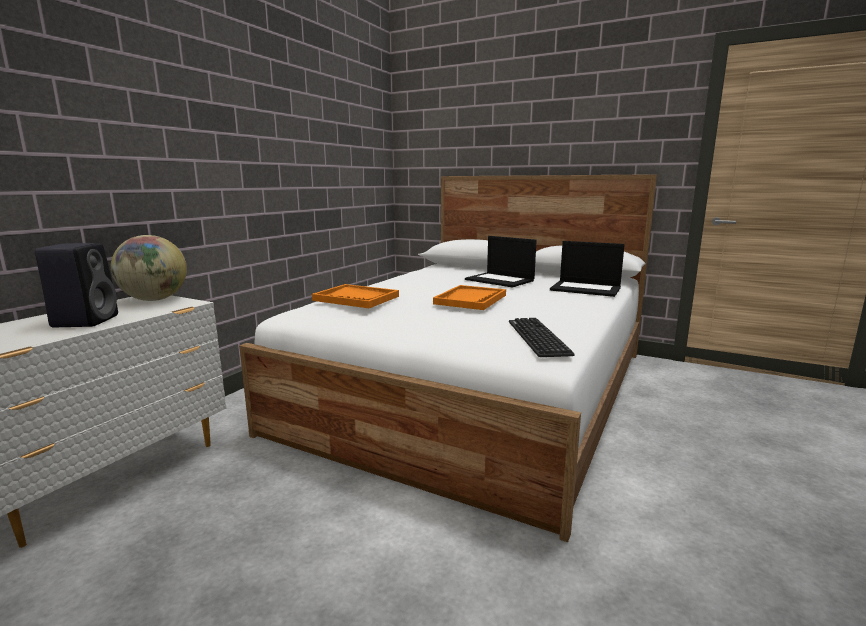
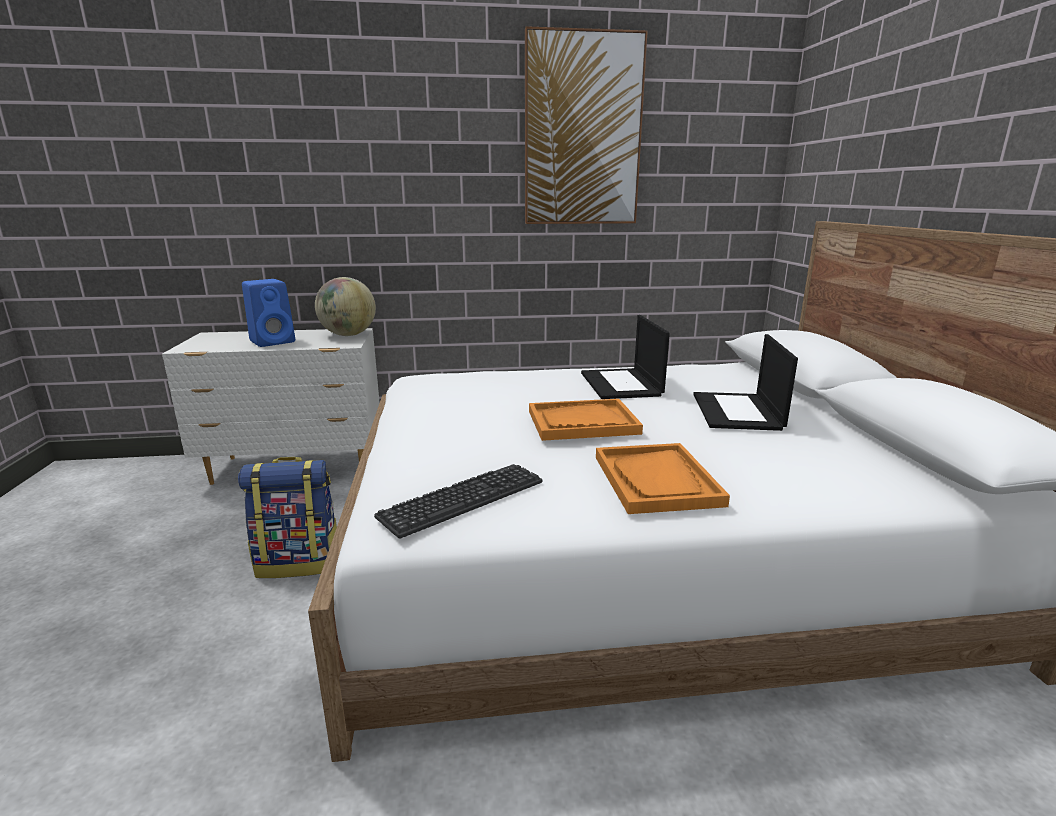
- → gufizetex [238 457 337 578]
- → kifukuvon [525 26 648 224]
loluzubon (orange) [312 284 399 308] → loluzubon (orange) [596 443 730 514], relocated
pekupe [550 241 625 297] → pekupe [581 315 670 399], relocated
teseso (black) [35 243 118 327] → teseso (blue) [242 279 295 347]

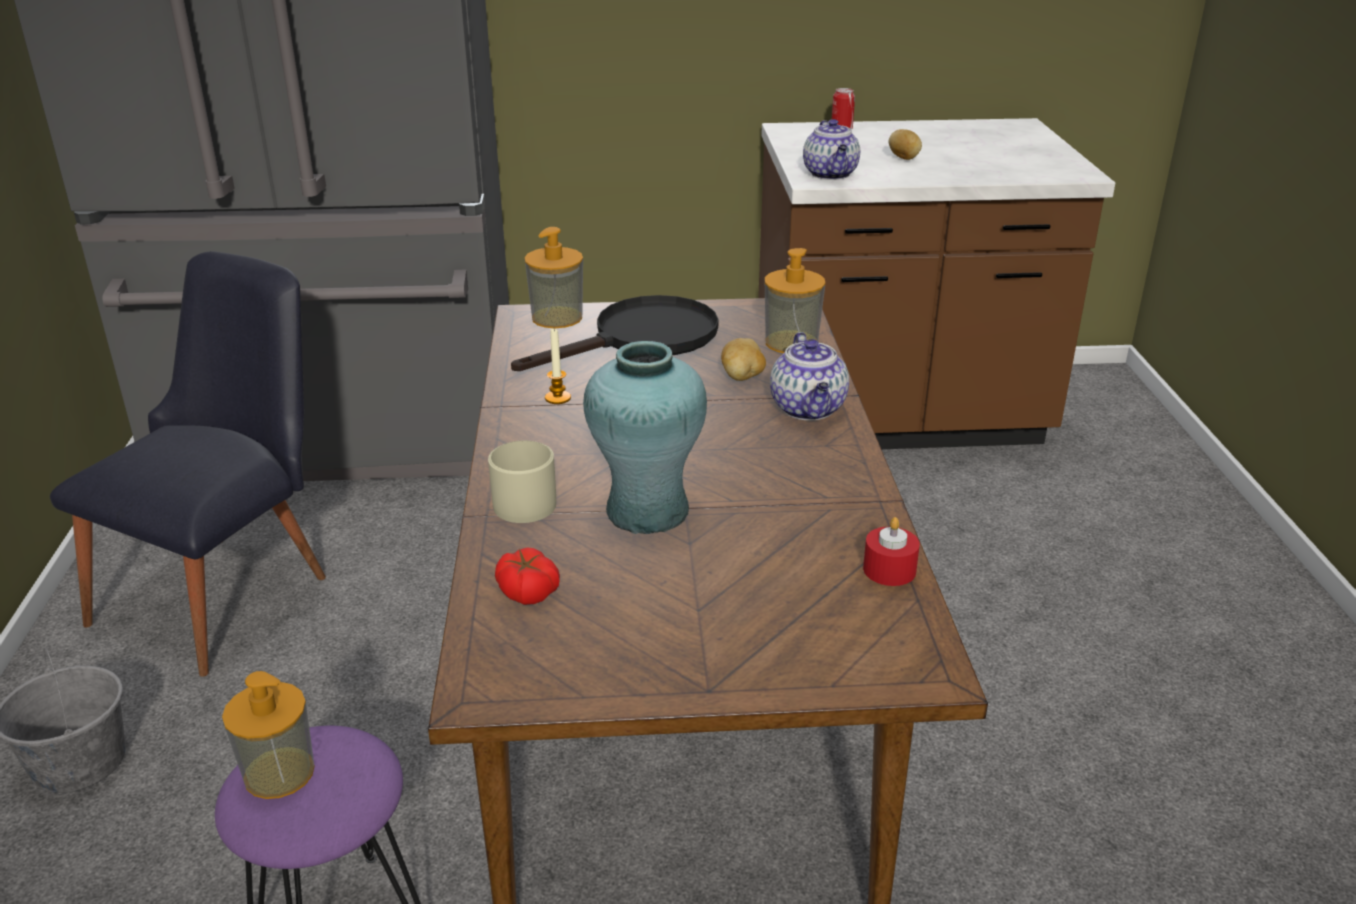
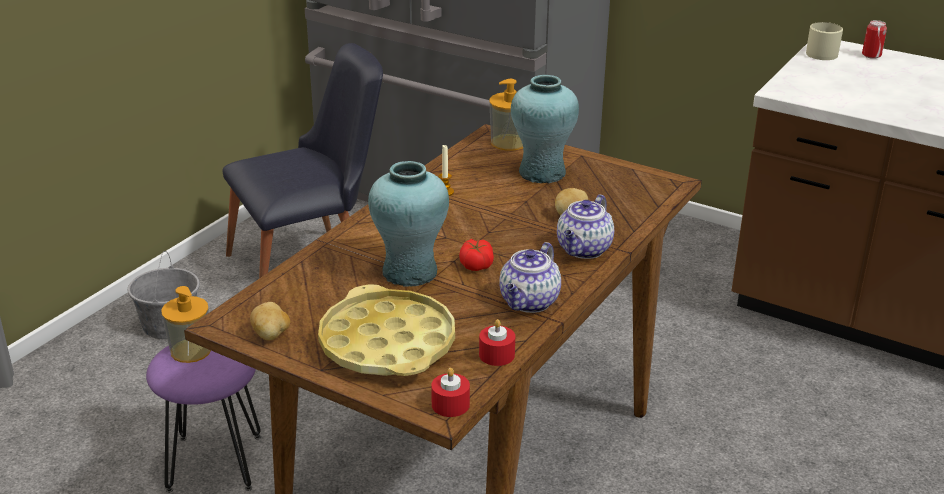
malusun [764 248 825 353] → -
- → loluzubon (yellow) [318 284 455 376]
- → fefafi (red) [431 368 470 417]
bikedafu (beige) [488 440 556 523] → bikedafu (beige) [806 22 843 60], relocated
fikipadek [495 547 560 605] → fikipadek [459 239 494 271], relocated
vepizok [803 119 860 180] → vepizok [499 242 561 313], relocated
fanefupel [888 129 922 160] → fanefupel [250 302 290 340], relocated
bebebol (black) [511 295 718 371] → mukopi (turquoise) [511 75 579 183]

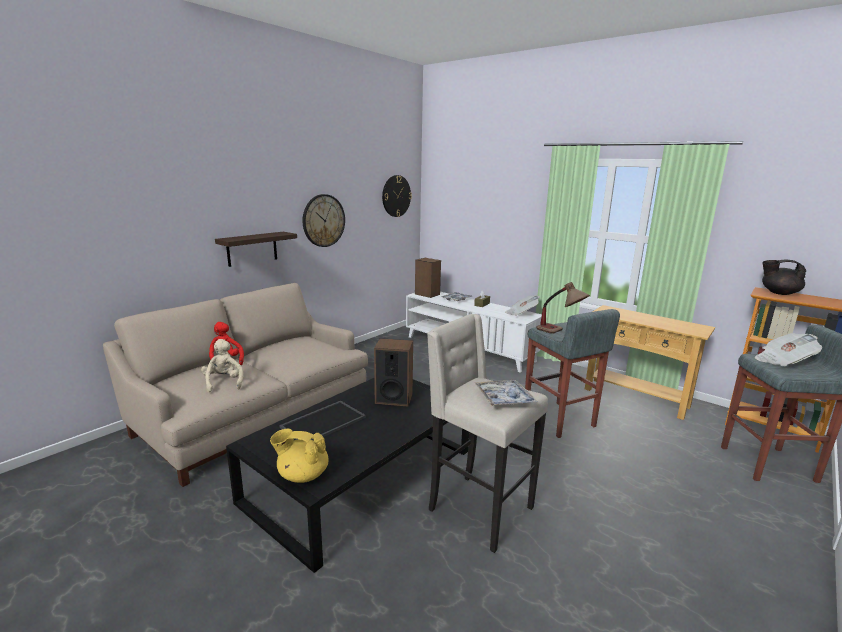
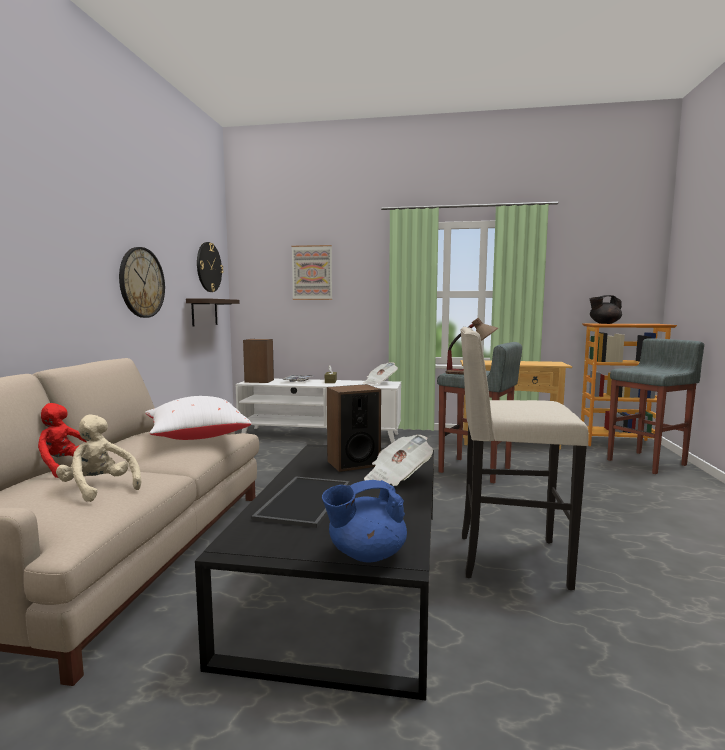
loluzubon [475 380 538 406] → -
- → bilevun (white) [145 396 251 440]
- → kifukuvon [292 245 332 300]
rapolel [215 232 297 267] → rapolel [186 298 240 327], relocated
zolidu [755 333 822 367] → zolidu [364 435 433 486], relocated
vepizok (yellow) [270 429 328 483] → vepizok (blue) [322 480 407 563]

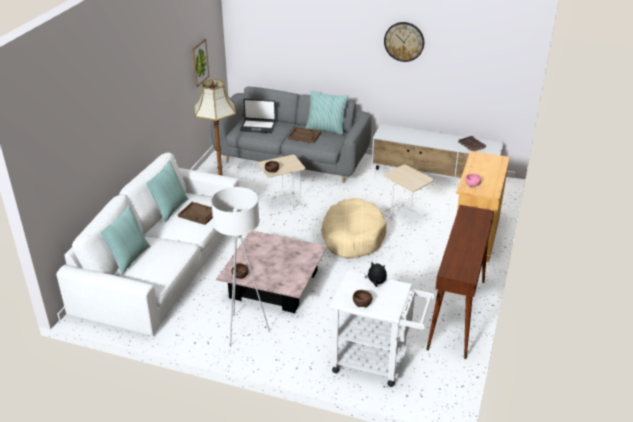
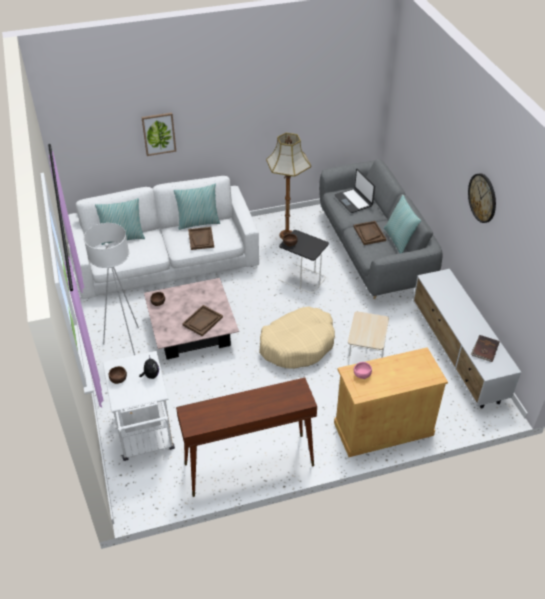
- → loluzubon (brown) [182 305 223 337]
kifukuvon [191 39 209 87] → kifukuvon [141 113 176 156], relocated
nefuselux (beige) [258 155 305 215] → nefuselux (black) [278 230 329 294]

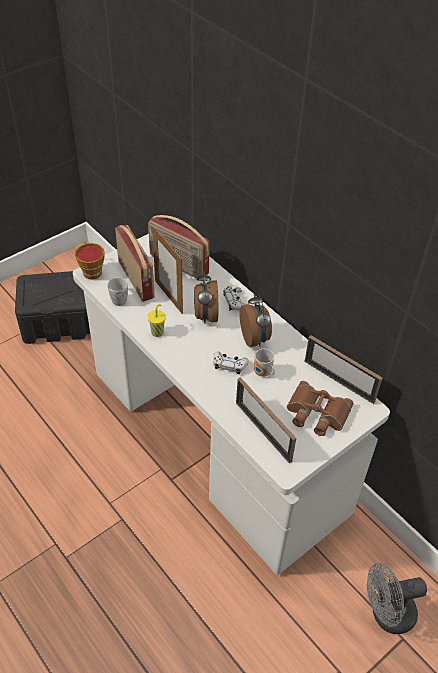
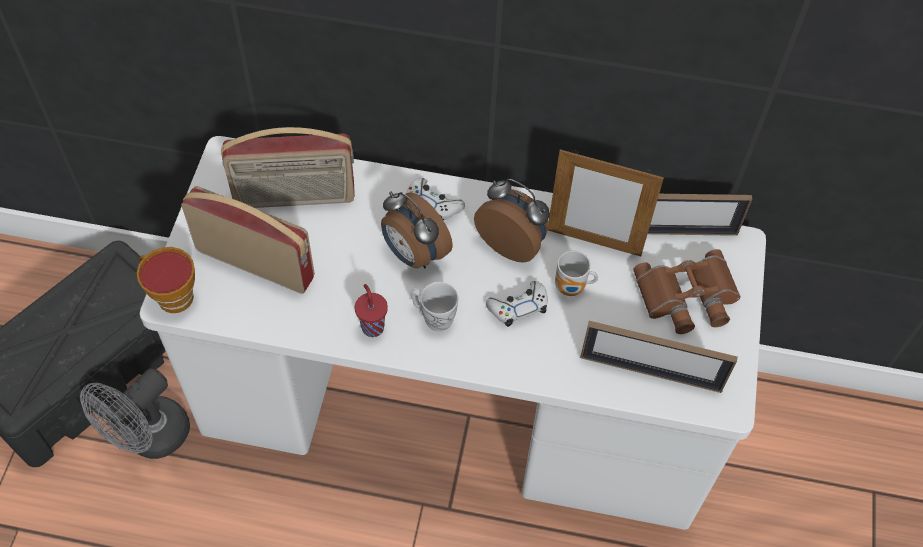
bikedafu (white) [108 277 128 306] → bikedafu (white) [411 282 458 331], relocated
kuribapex [152 226 183 314] → kuribapex [548 150 664 257], relocated
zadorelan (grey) [367 563 427 634] → zadorelan (grey) [80 368 190 459], relocated
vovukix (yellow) [148 304 166 337] → vovukix (red) [355 284 388 337]

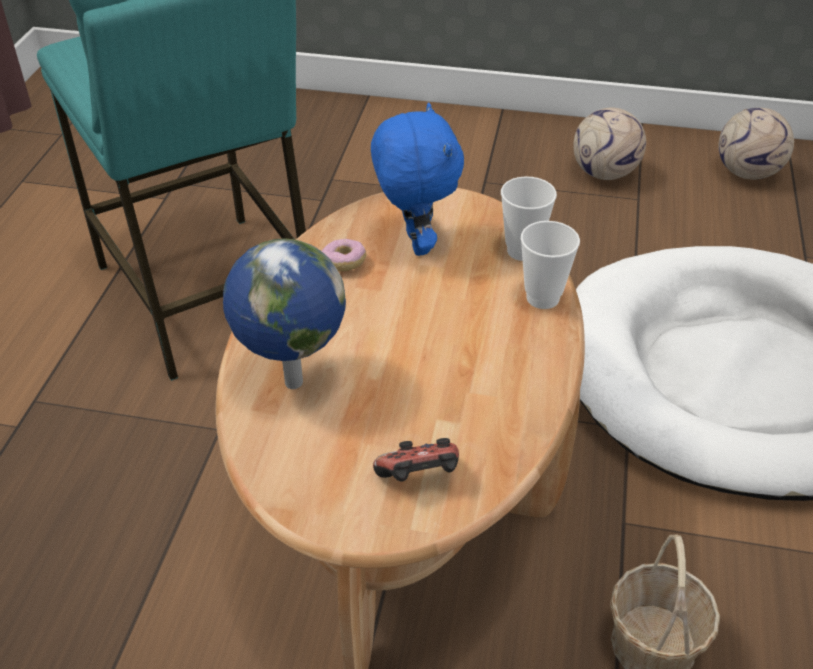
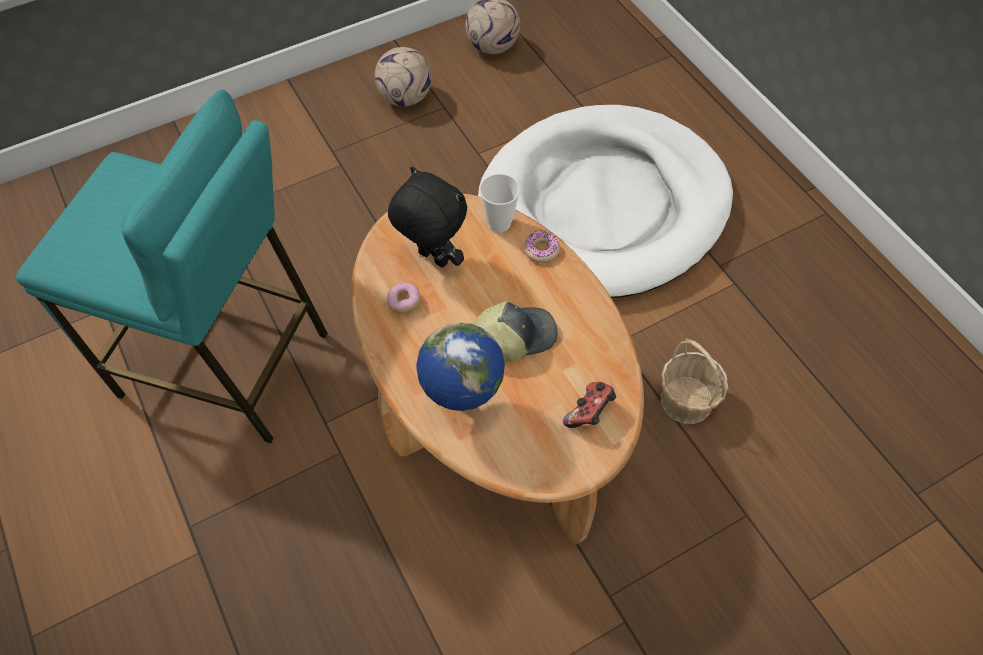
- → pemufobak [475 301 557 362]
vovukix [521 221 580 309] → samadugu [524 230 560 263]
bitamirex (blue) [371 102 464 256] → bitamirex (black) [388 167 467 268]

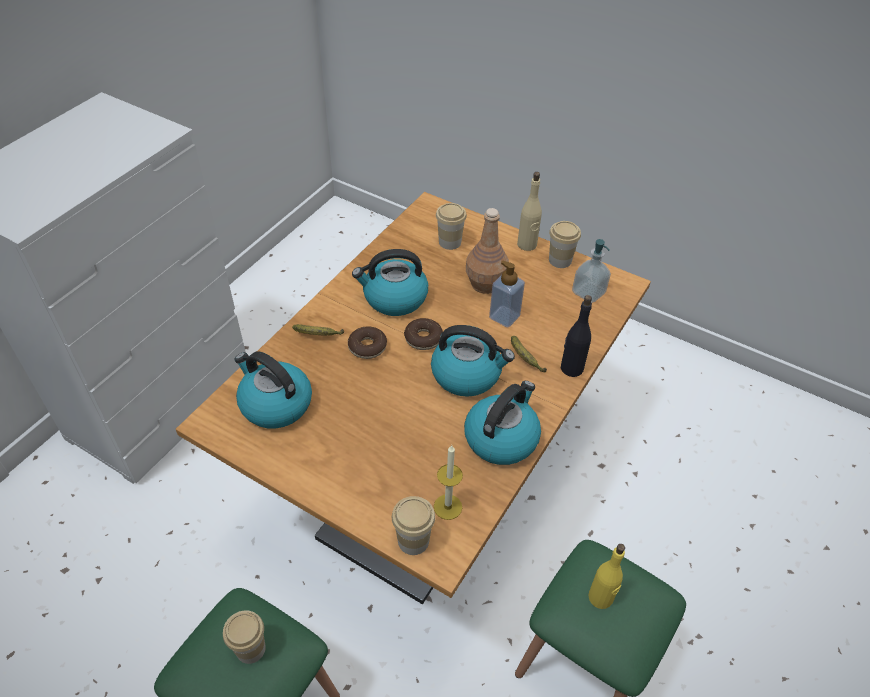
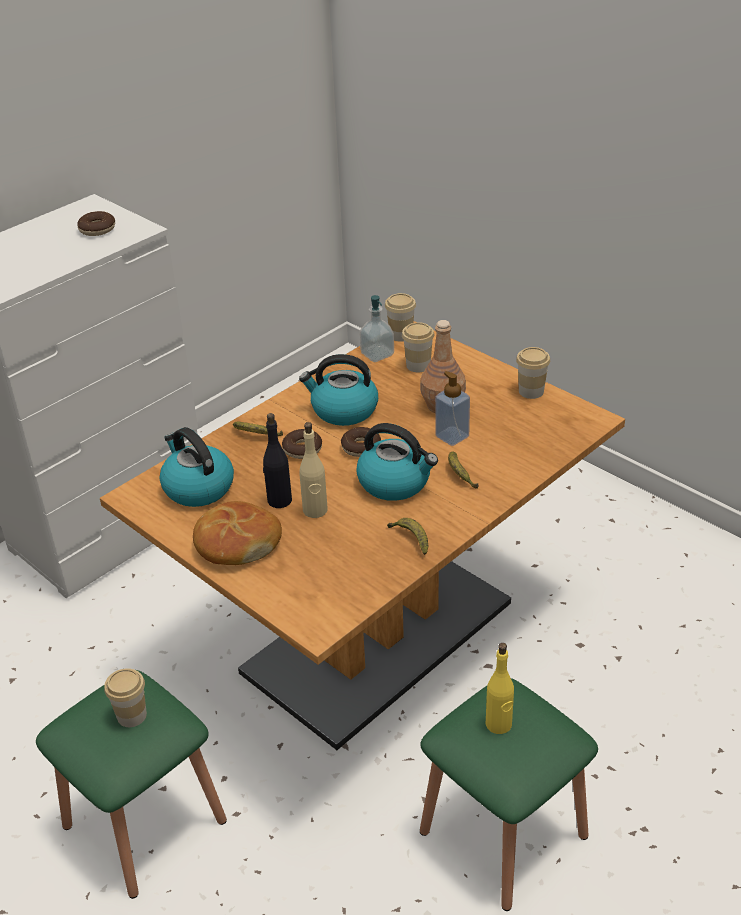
fefafi [434 445 463 520] → -
- → samadugu [77 211 115 236]
- → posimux [193 501 282 565]
vovukix [392 496 435 555] → vovukix [385 293 416 342], relocated
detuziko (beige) [517 172 542 251] → detuziko (beige) [300 422 328 518], relocated
detuziko (black) [561 295 592 377] → detuziko (black) [263 413 292 508], relocated
malusun [572 239 611 303] → malusun [359 295 394 362], relocated
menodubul [464 381 541 465] → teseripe [387 518 428 555]

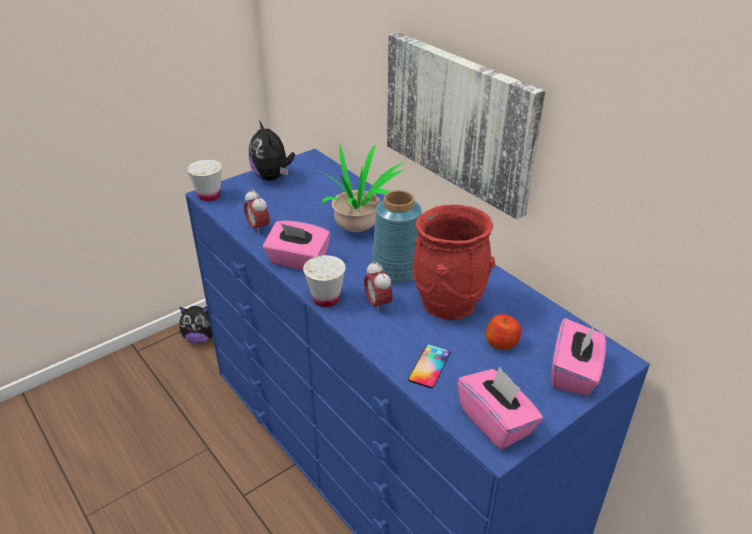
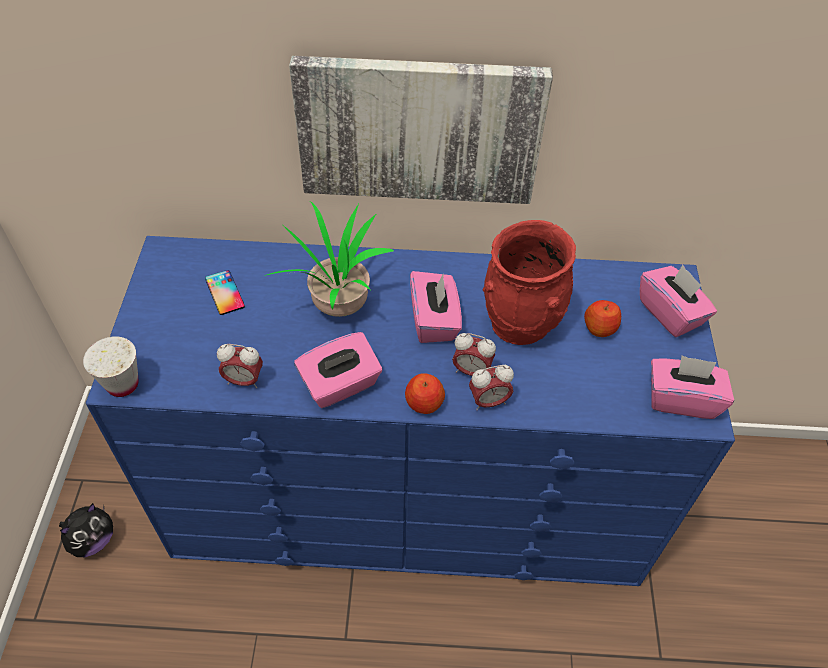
bitamirex [249 120 295 181] → -
- → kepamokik [469 365 514 411]
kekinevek [408 344 451 388] → kekinevek [205 270 245 315], relocated
vovukix (white) [303 255 346 307] → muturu [405 373 445 414]
mukopi (blue) [372 190 422 282] → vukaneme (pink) [410 271 462 343]

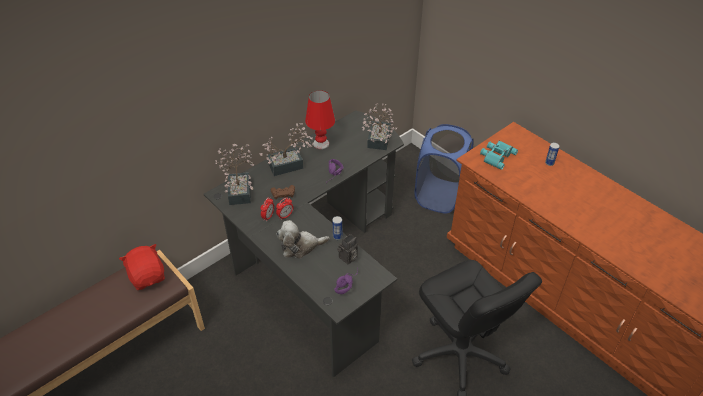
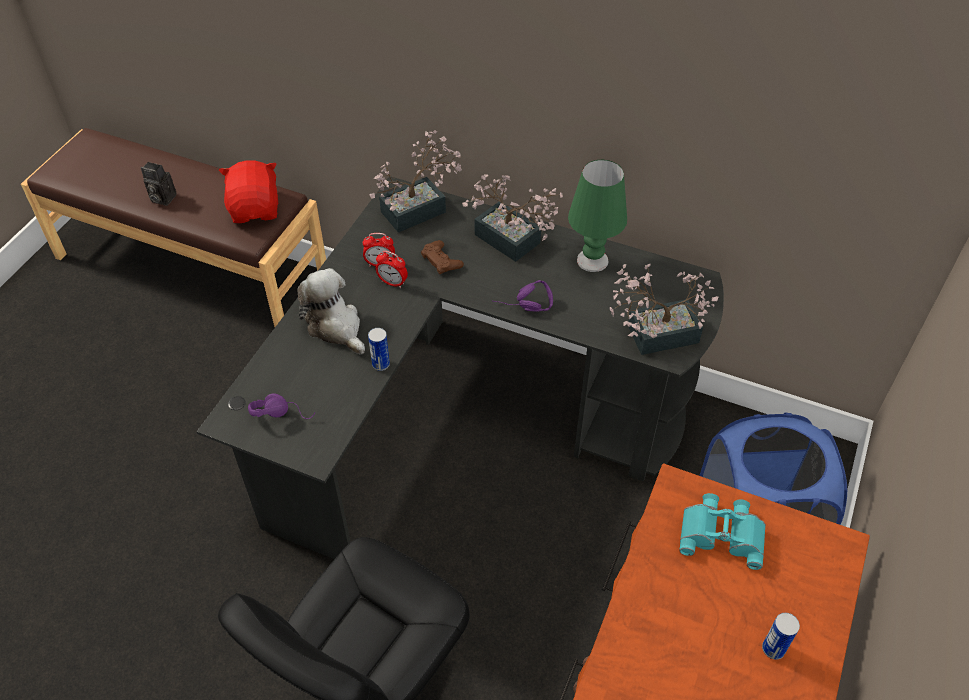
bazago [338 234 358 264] → bazago [141 162 177 206], relocated
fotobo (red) [305 90 335 149] → fotobo (green) [568 160 627 272]
bitamirex (red) [119 244 165 290] → bitamirex (red) [219 160 278 223], 45 degrees counterclockwise

